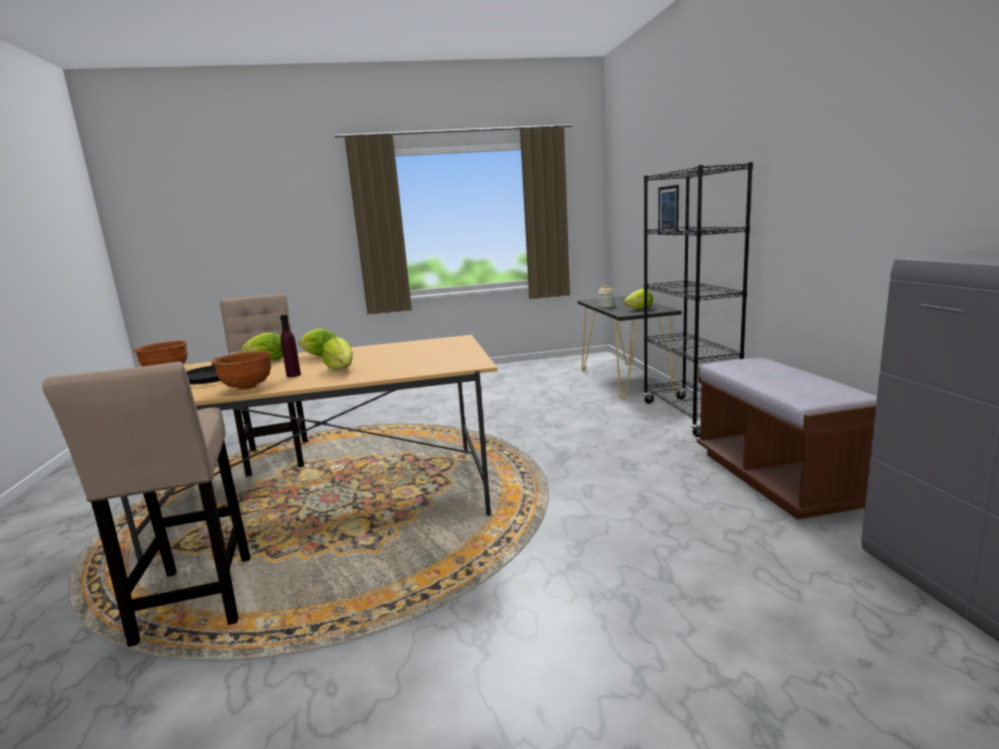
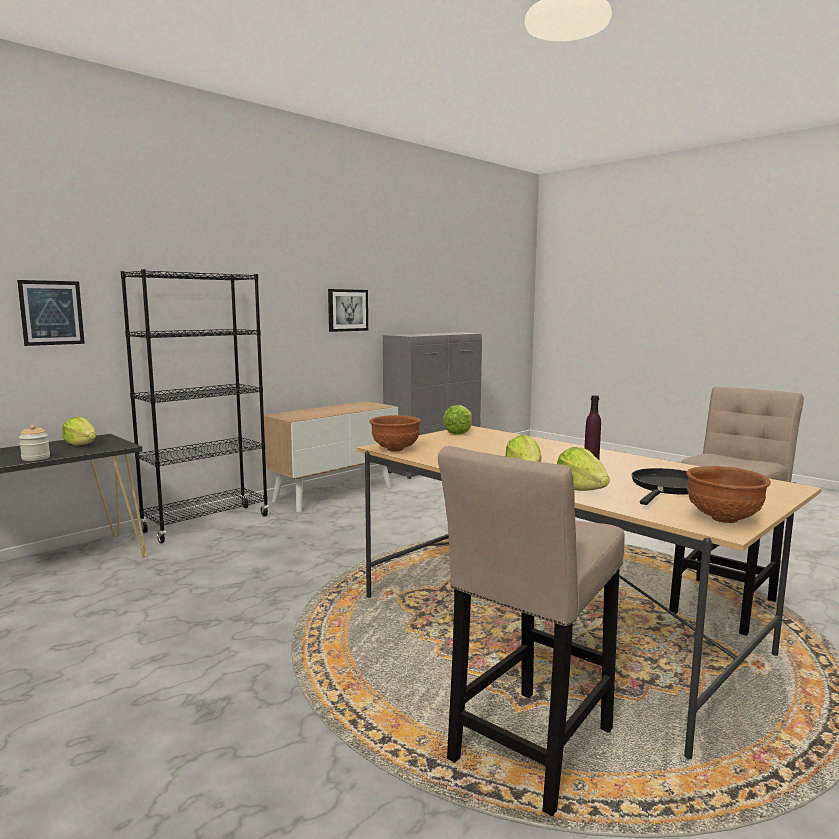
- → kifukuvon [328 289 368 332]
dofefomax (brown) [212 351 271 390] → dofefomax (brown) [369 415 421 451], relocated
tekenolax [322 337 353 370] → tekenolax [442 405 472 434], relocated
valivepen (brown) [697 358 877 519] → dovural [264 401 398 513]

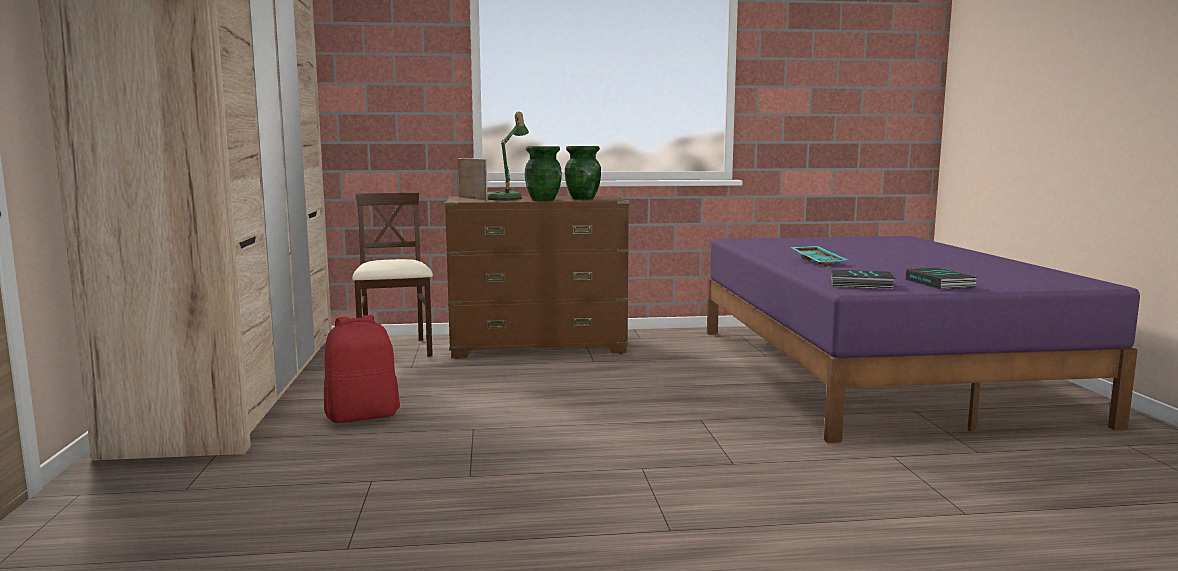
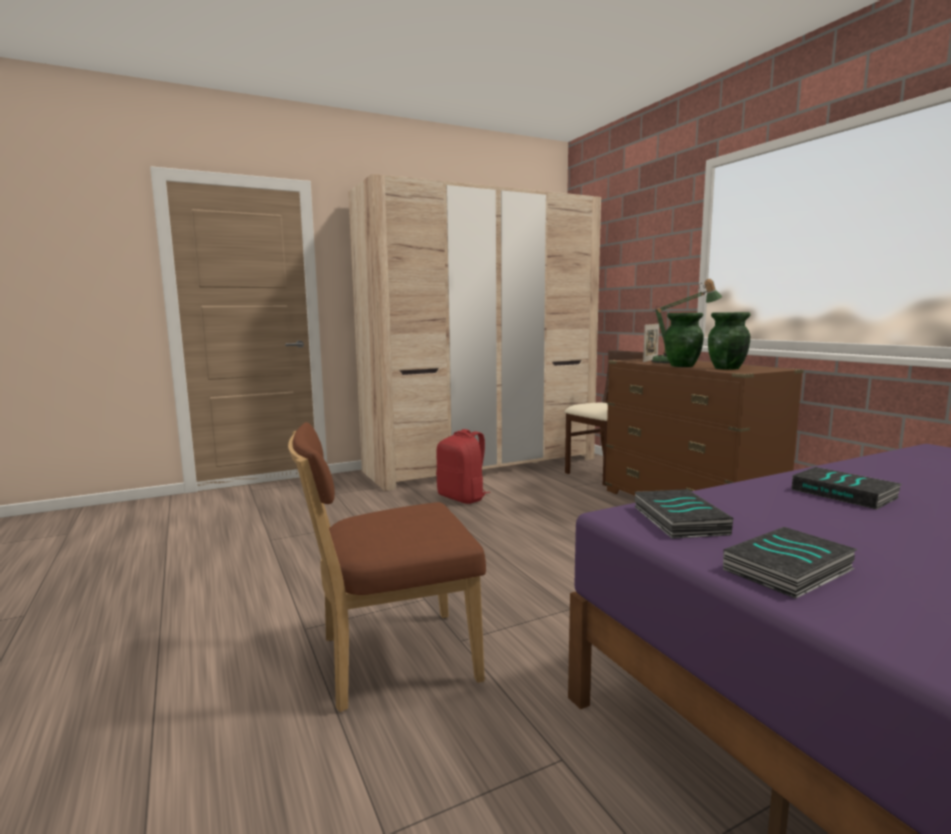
- → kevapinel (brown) [288 422 486 712]
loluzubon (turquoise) [790 246 848 266] → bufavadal [792 467 902 509]

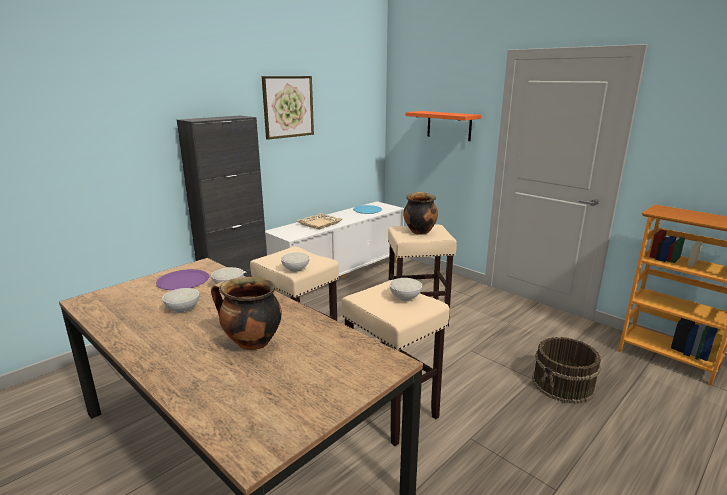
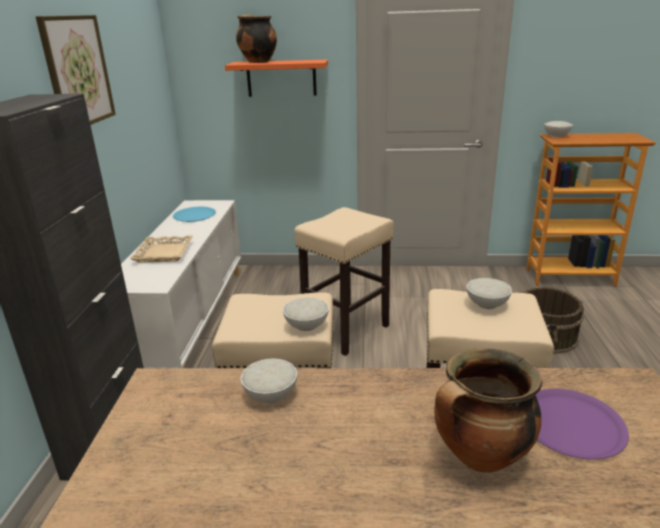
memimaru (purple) [156 269 209 290] → memimaru (purple) [536 389 629 460], relocated
dofefomax (white) [162 288 199 313] → dofefomax (white) [544 121 573 137], relocated
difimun [403 192 438 235] → difimun [236 14 277 63], relocated

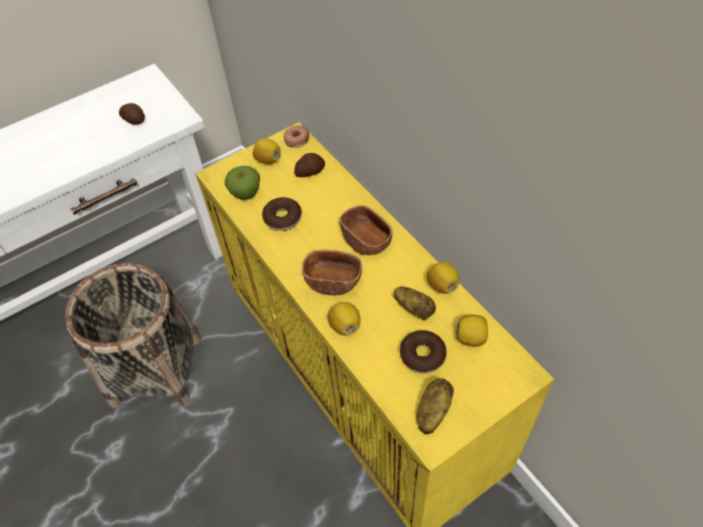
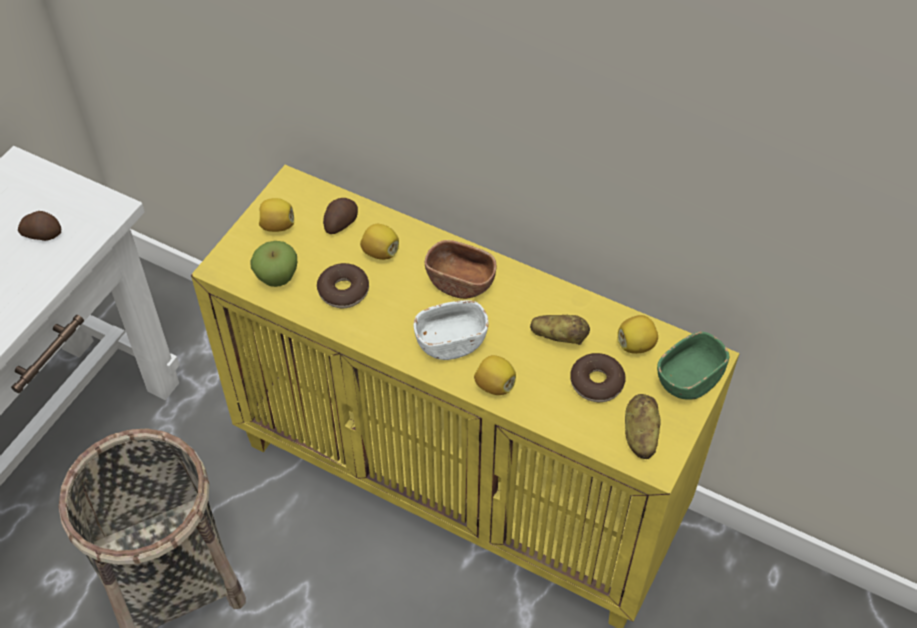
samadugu [283 125 309 148] → -
- → dofefomax (green) [657 332 730 400]
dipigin [427 262 460 294] → dipigin [360 224 399 260], relocated
dofefomax (brown) [302 249 362 295] → dofefomax (white) [414 300 488 360]

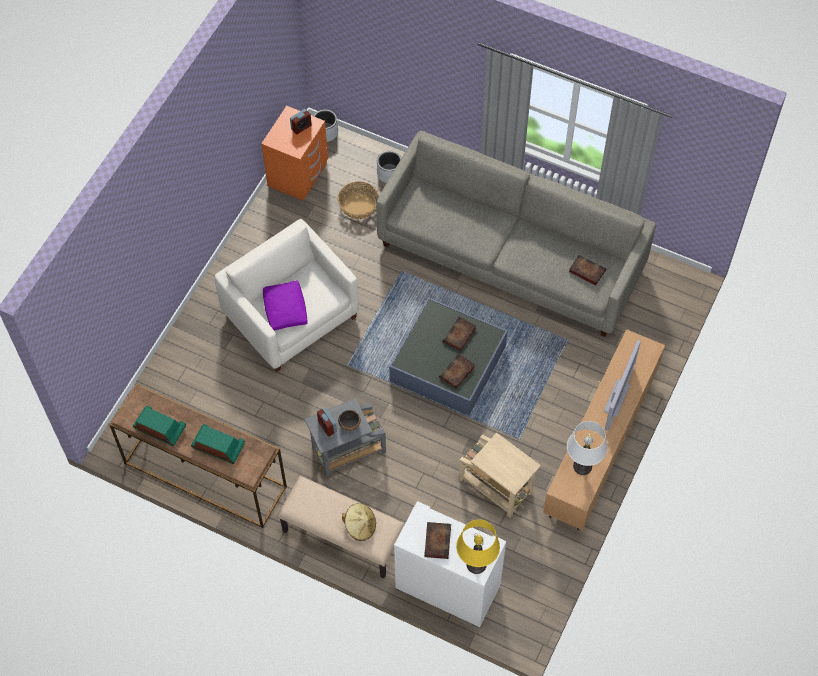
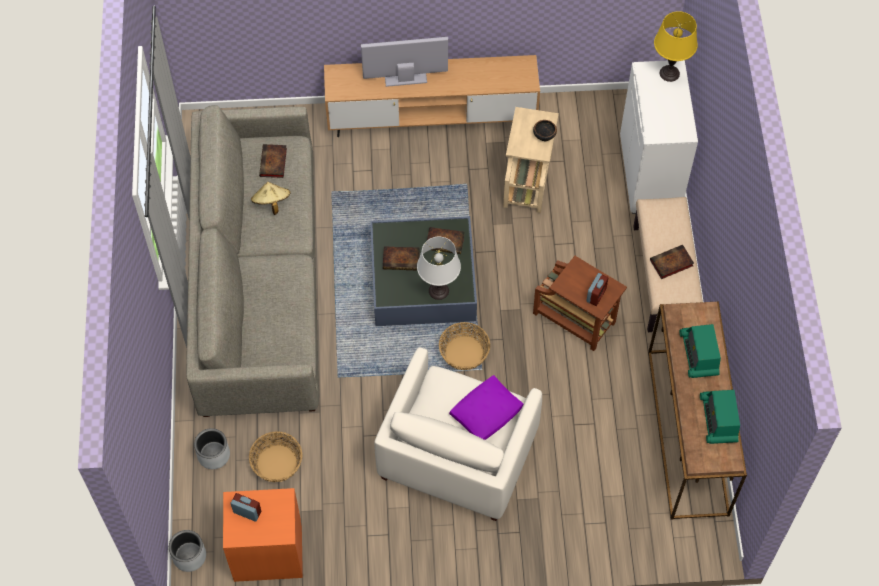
- → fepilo [439 322 490 370]
dofefomax [338 410 361 431] → dofefomax [533 120 557 141], relocated
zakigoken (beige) [342 503 376 541] → zakigoken (beige) [251 182 291 215], relocated
bufavadal [424 522 451 559] → bufavadal [650 245 694 279], relocated
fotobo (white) [567 421 607 475] → fotobo (white) [417 237 461 300], relocated
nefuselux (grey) [305 398 386 478] → nefuselux (brown) [533 256 627 351]

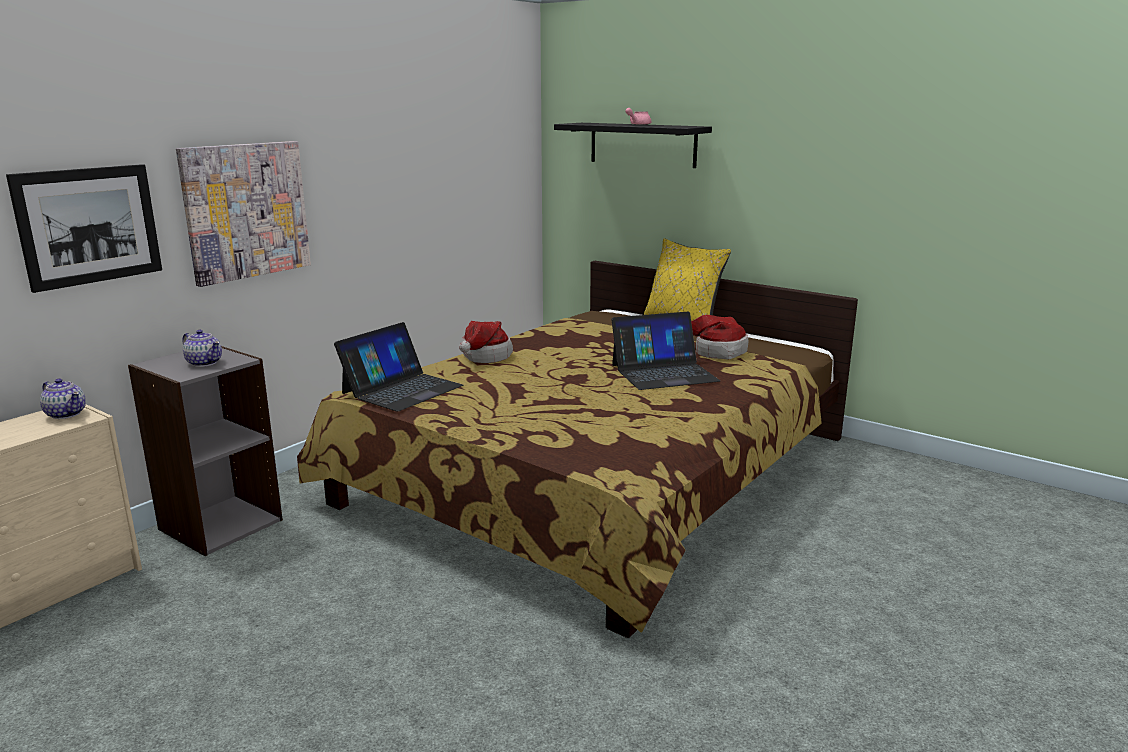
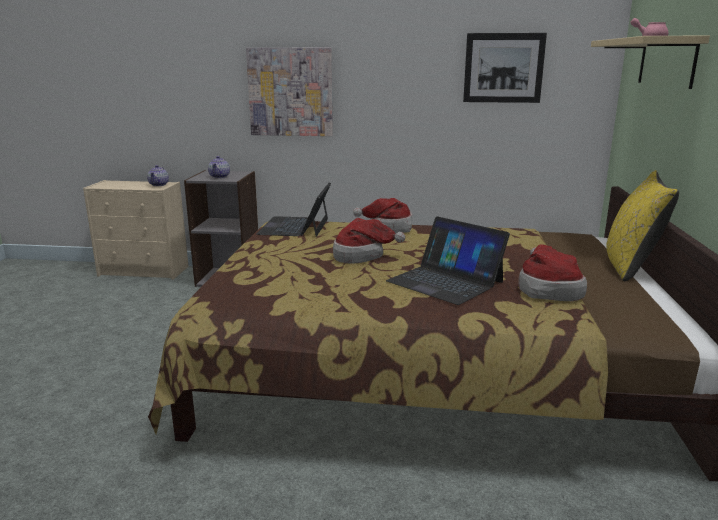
- → zakigoken [333 218 405 264]
kifukuvon [6 164 162 293] → kifukuvon [463 33 547 103], relocated
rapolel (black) [554 123 712 168] → rapolel (beige) [591 36 710 89]
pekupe [334 322 463 412] → pekupe [256 182 331 237], 90 degrees clockwise

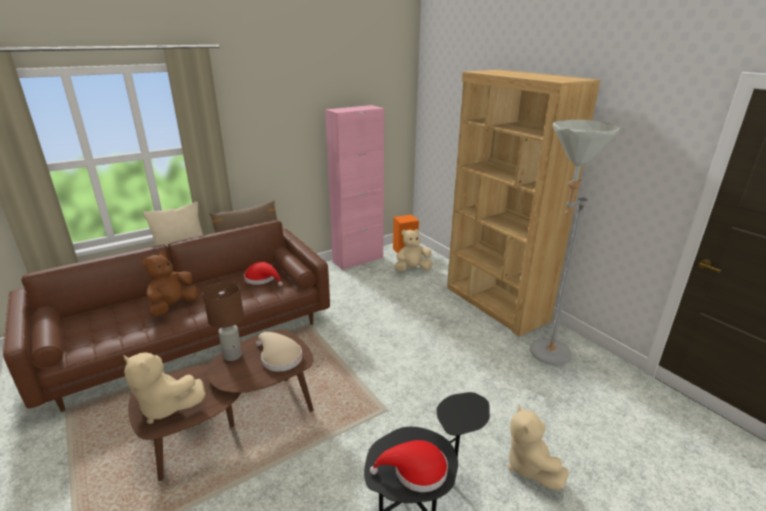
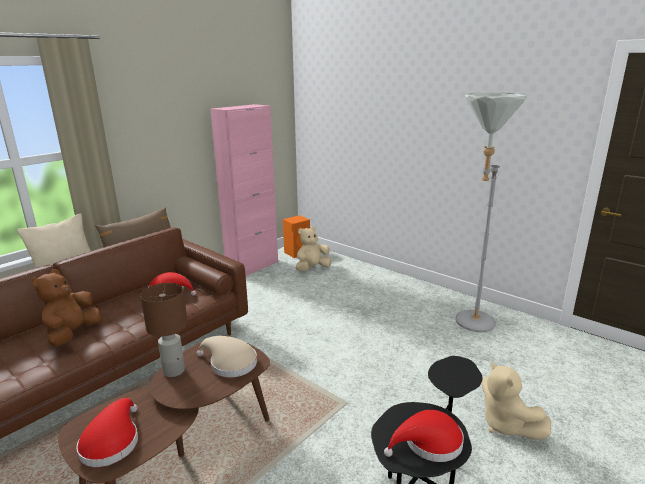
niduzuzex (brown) [447 70 601 337] → -
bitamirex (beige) [123 352 205 424] → zakigoken (red) [76 398 138 467]

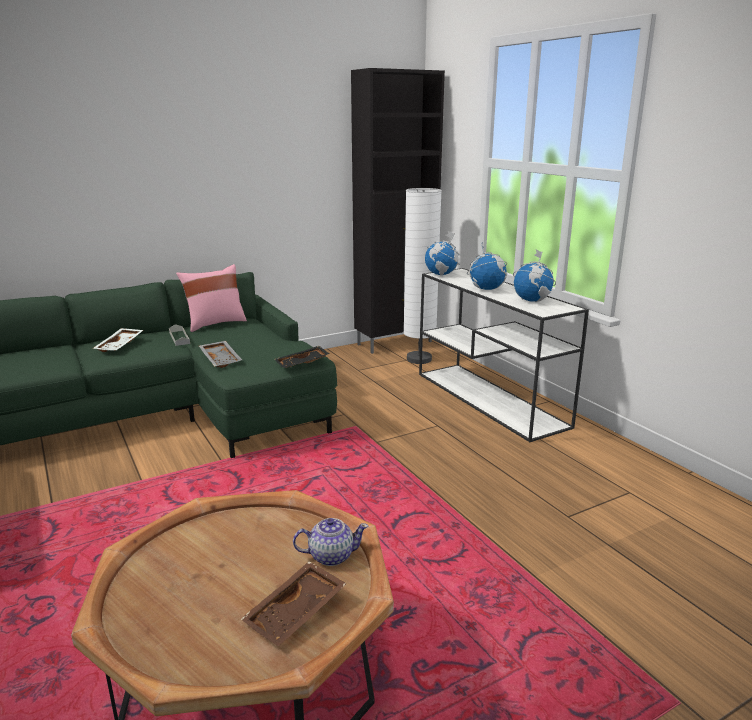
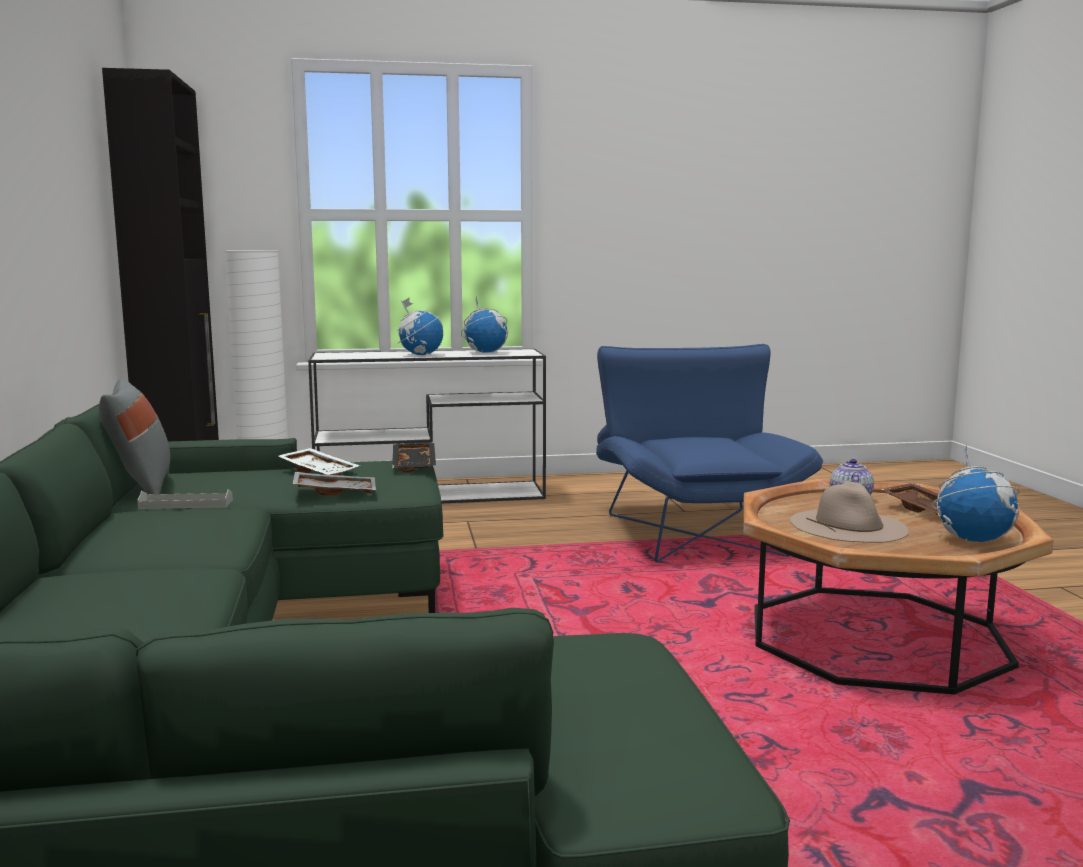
- → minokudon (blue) [596 344 823 562]
- → zakigoken (beige) [790 482 909 543]
loluzubon (white) [93 328 143 352] → loluzubon (white) [278 448 360 475], relocated
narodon [425 230 460 275] → narodon [931 446 1020 542], relocated
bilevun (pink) [176 264 247 332] → bilevun (grey) [99 378 171 494]

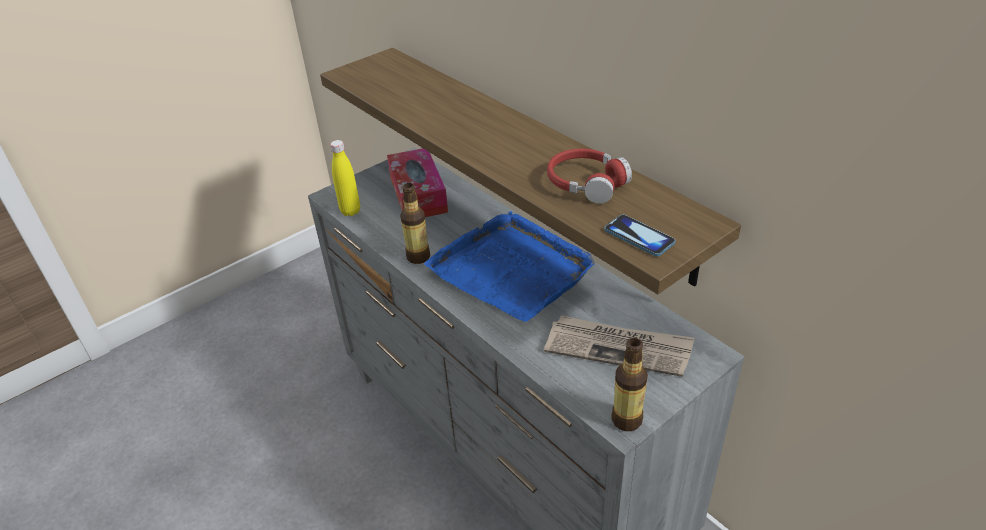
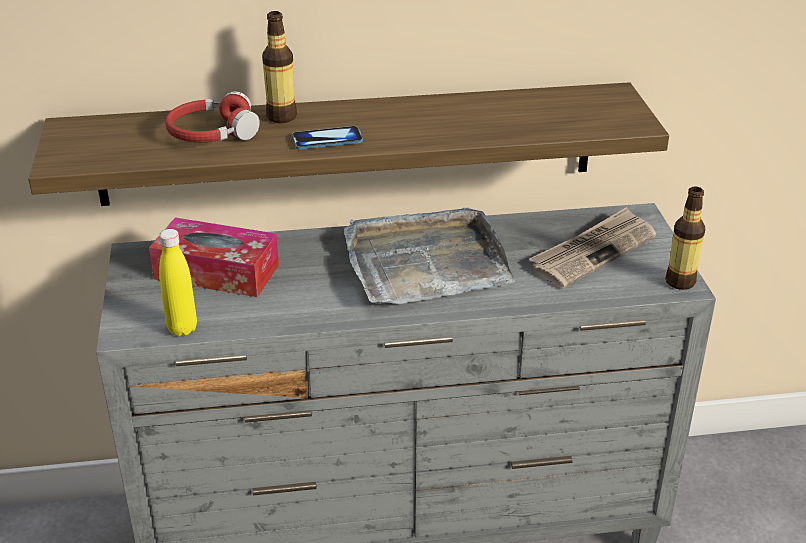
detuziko [400 183 430 264] → detuziko [262 11 297 123], relocated
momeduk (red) [547 149 632 204] → momeduk (red) [165 91 260 142], relocated
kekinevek [604 215 676 256] → kekinevek [292 126 363 149], relocated
loluzubon (blue) [424 211 595 322] → loluzubon (grey) [344 208 515 305]

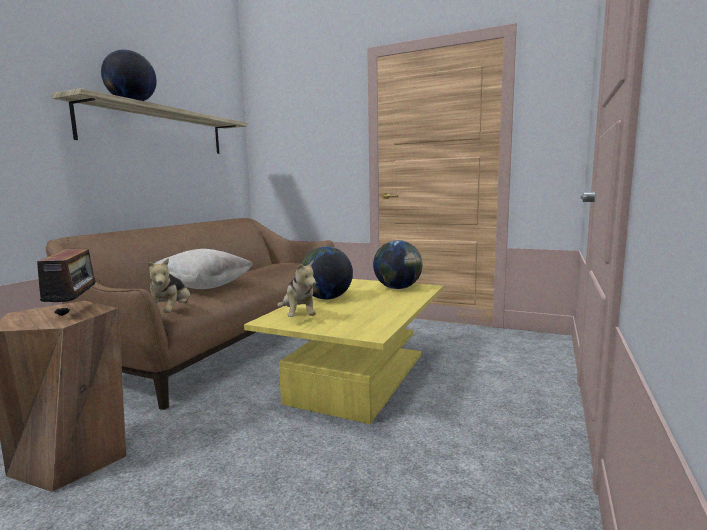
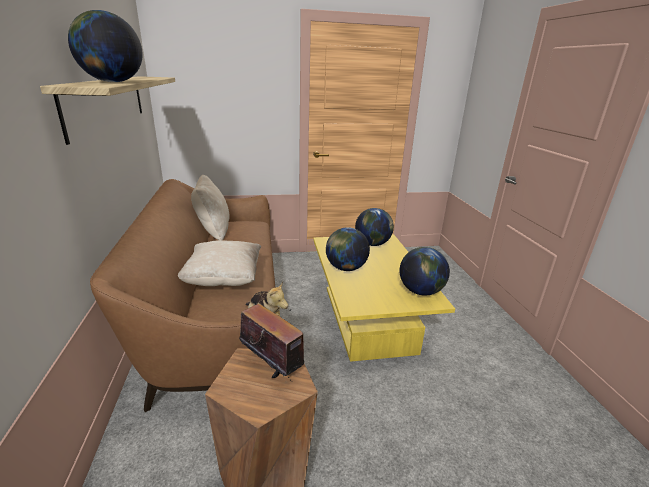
bitamirex [277 260 316 317] → -
- → bilevun (beige) [191 175 229 240]
- → narodon [400 247 450 296]

